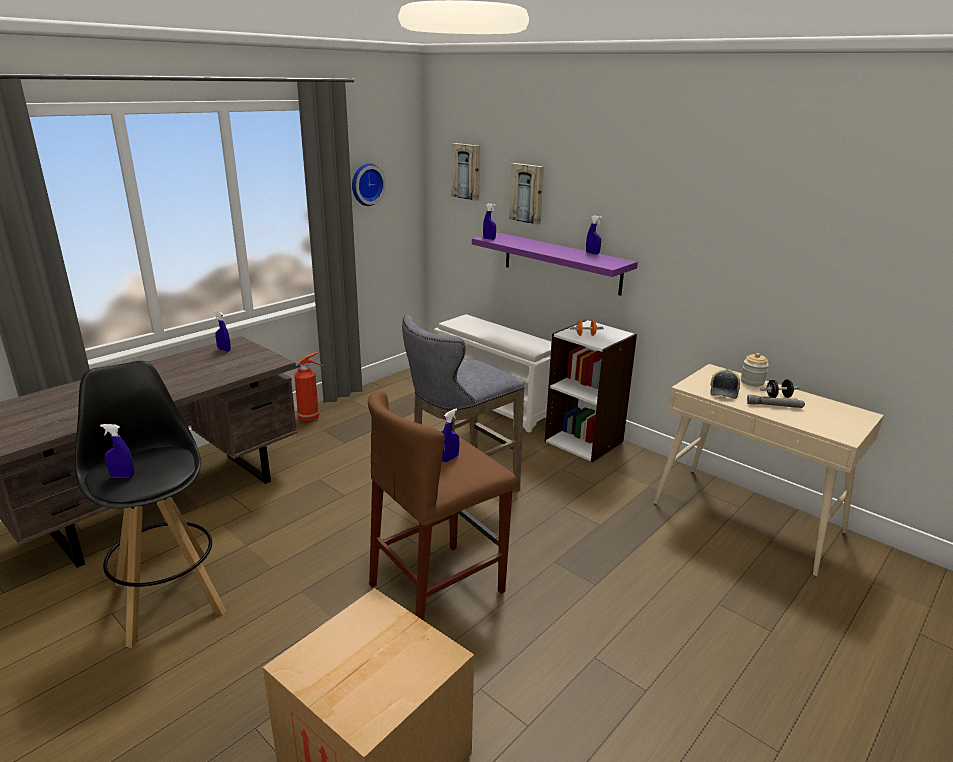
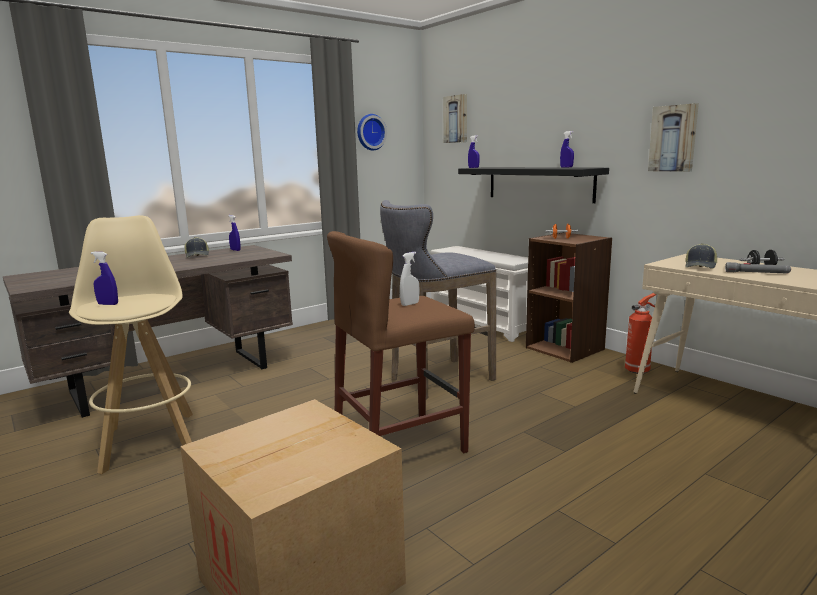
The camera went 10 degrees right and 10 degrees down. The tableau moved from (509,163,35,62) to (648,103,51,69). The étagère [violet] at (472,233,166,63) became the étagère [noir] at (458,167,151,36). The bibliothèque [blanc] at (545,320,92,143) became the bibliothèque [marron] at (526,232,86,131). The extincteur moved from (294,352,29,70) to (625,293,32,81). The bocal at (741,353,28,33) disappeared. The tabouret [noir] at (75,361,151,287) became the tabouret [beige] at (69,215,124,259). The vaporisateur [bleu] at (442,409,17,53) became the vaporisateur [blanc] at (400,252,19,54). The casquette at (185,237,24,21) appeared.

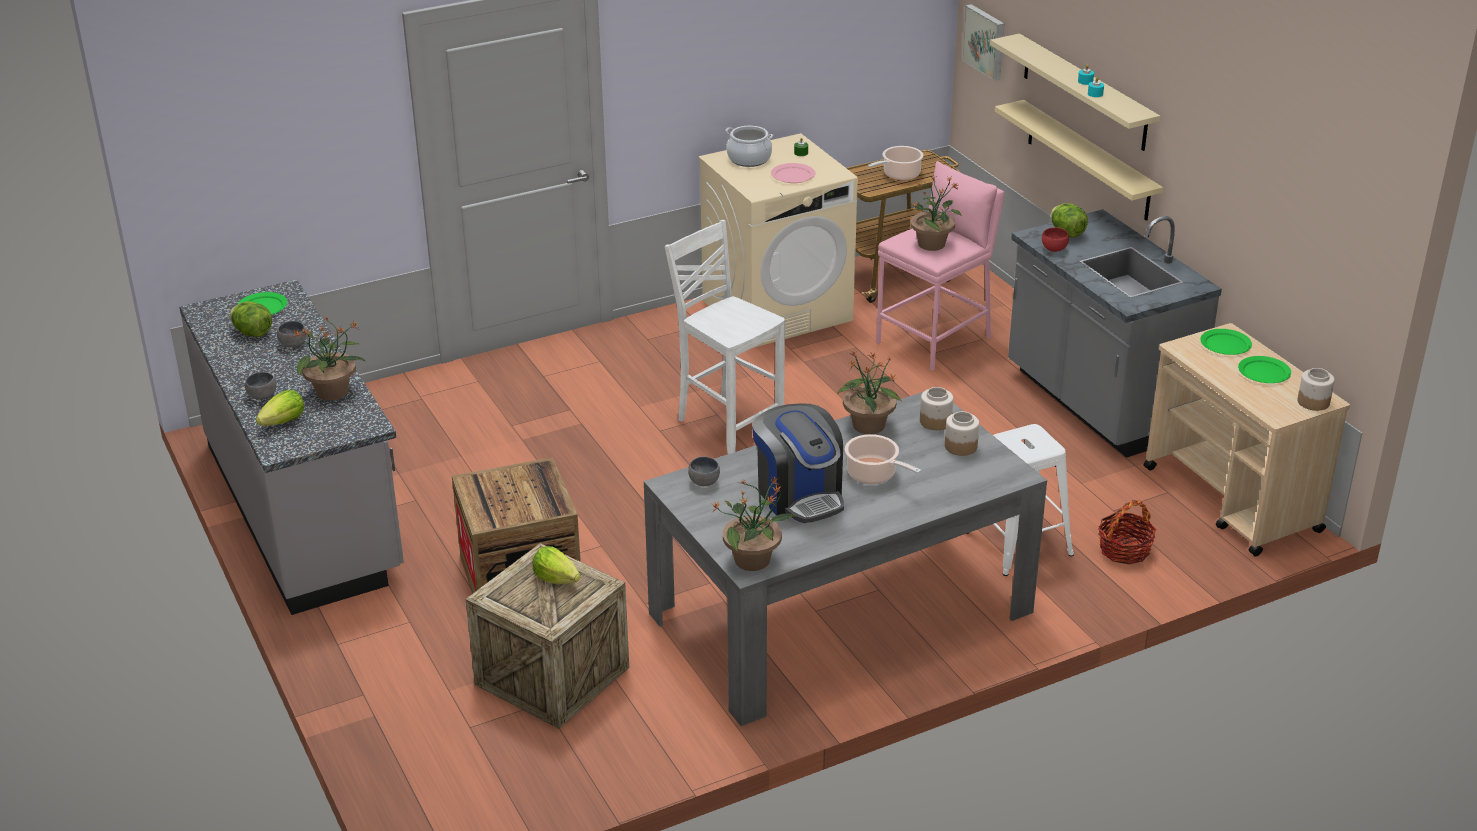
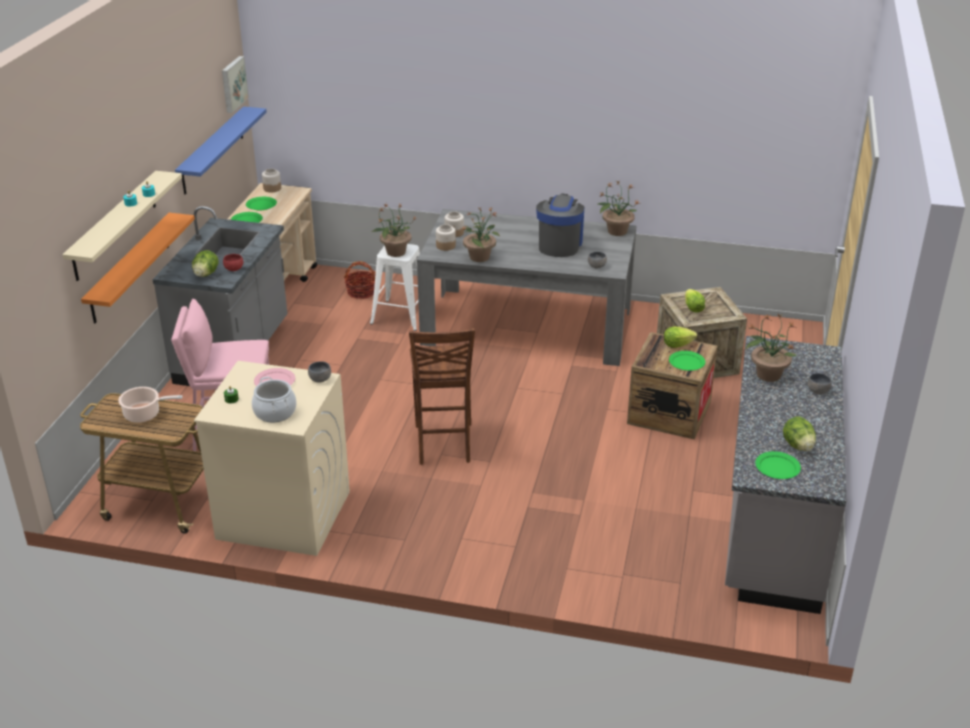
The camera went 140 degrees left and 0 degrees up. The tableau moved from (962,4,43,77) to (222,56,27,57). The étagère [beige] at (995,100,168,121) became the étagère [orange] at (81,213,114,111). The plante en pot moved from (910,177,52,74) to (371,203,44,54). The chaise [blanc] at (665,220,120,234) became the chaise [marron] at (409,328,66,137). The bol [gris] moved from (277,321,29,26) to (308,361,23,22). The laitue moved from (256,390,48,36) to (664,327,33,21). The marmite at (845,434,76,50) disappeared. The étagère [bleu] at (175,106,92,88) appeared. The assiette [vert] at (669,351,36,20) appeared.

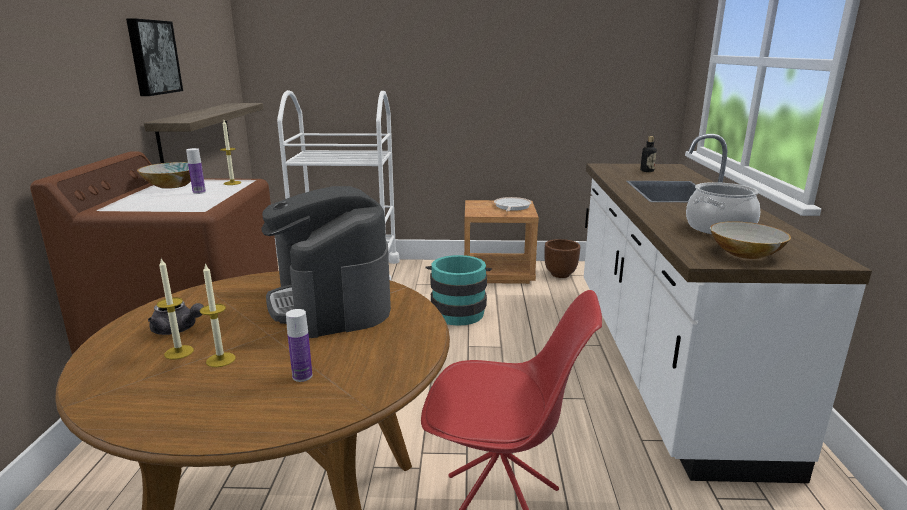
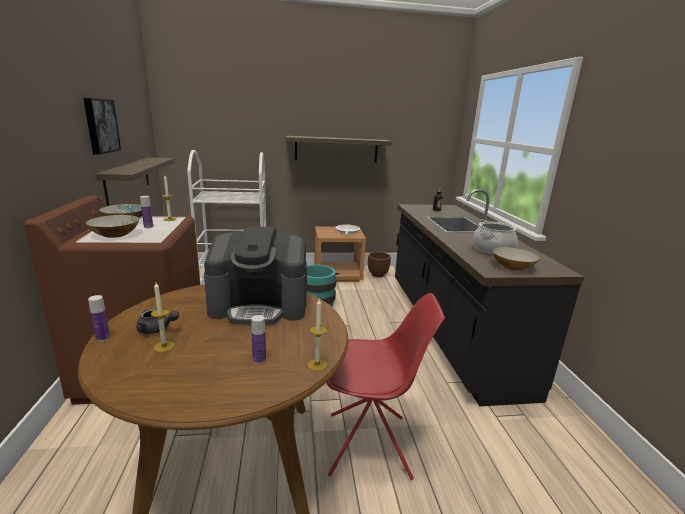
The camera went 10 degrees left and 0 degrees up. The comptoir de cuisine [blanc] at (584,134,288,349) became the comptoir de cuisine [noir] at (395,189,189,217). The machine à café at (262,186,129,152) turned 60 degrees counterclockwise. The bougie moved from (200,263,36,104) to (308,299,19,72). The étagère at (286,136,106,27) appeared. The bol at (85,215,54,23) appeared. The bouteille at (88,295,22,46) appeared.

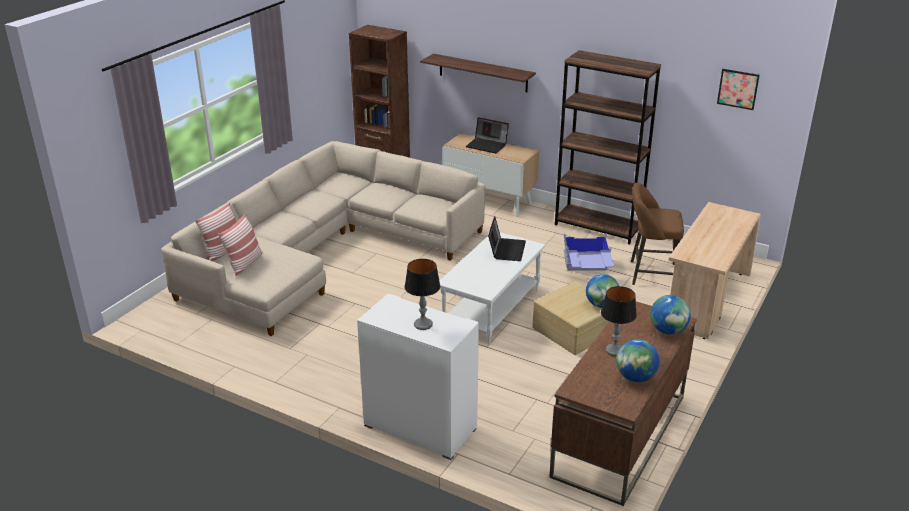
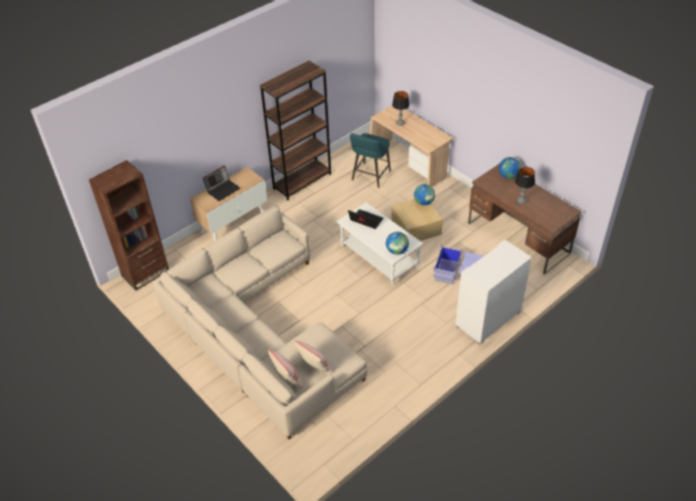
The camera went 70 degrees left and 15 degrees up. The étagère at (420,54,116,38) disappeared. The tableau at (717,69,43,41) disappeared. The tabouret [marron] at (631,183,53,102) became the tabouret [turquoise] at (350,133,41,55). The boîte de rangement [bleu] moved from (564,233,50,38) to (433,244,50,40). The lampe de table moved from (405,259,35,71) to (392,91,18,35). The globe moved from (616,339,44,43) to (386,232,23,23).

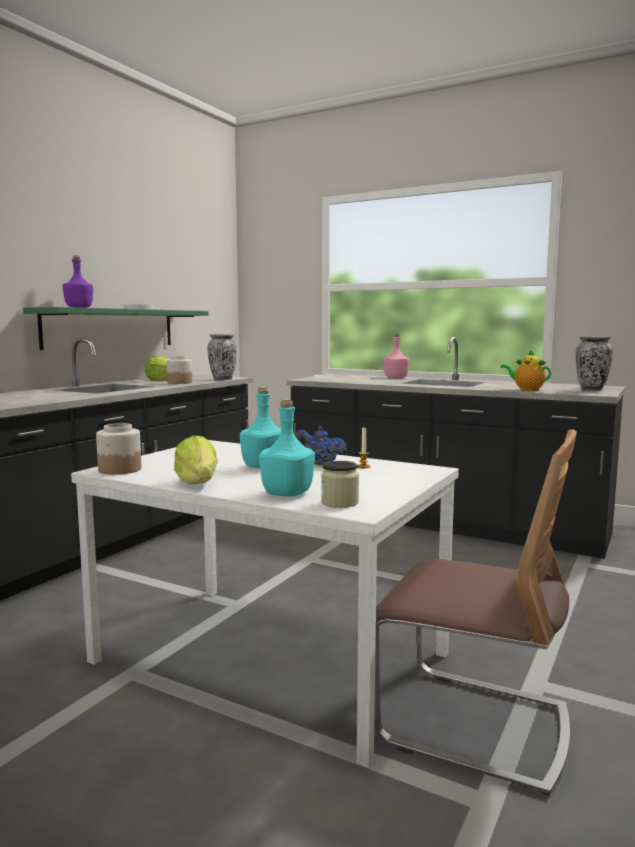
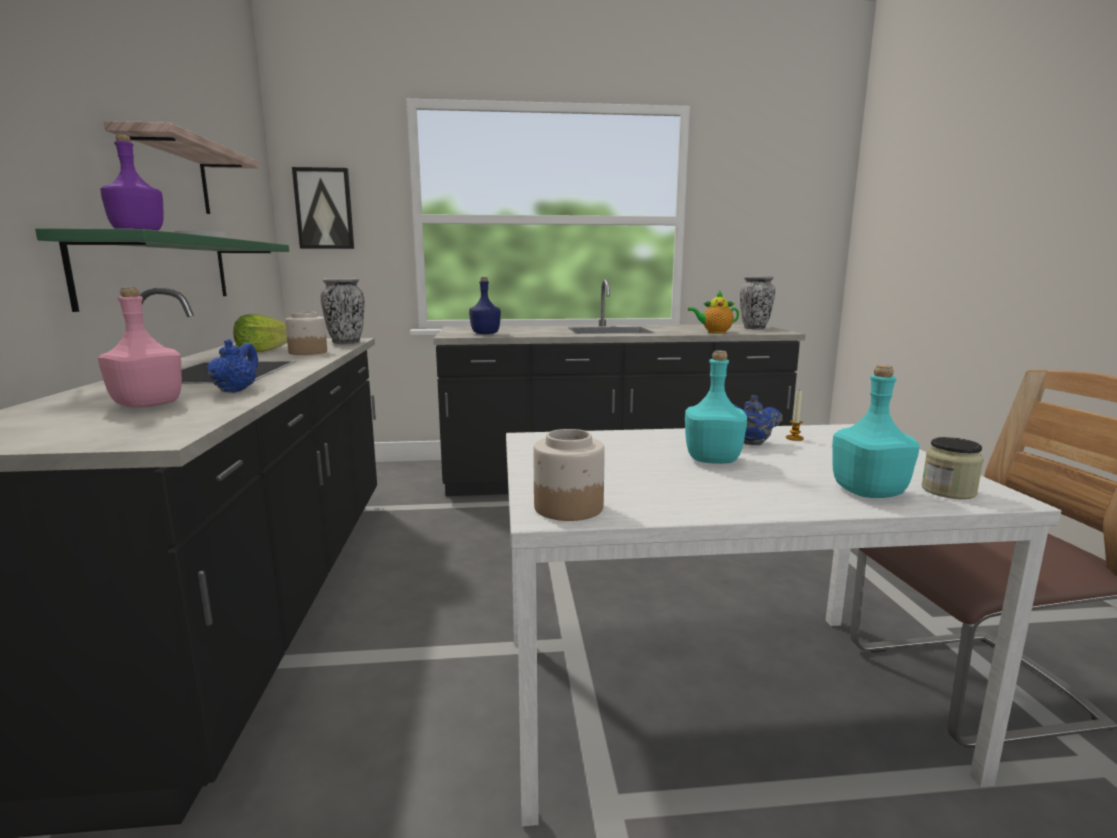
The camera went 35 degrees left and 5 degrees up. The bouteille [rose] moved from (383,334,26,44) to (98,287,84,121). The laitue at (174,435,44,49) disappeared. The étagère at (104,121,155,93) appeared. The tableau at (292,167,62,82) appeared. The bouteille [bleu] at (469,277,32,57) appeared. The théière [bleu] at (207,339,51,54) appeared.

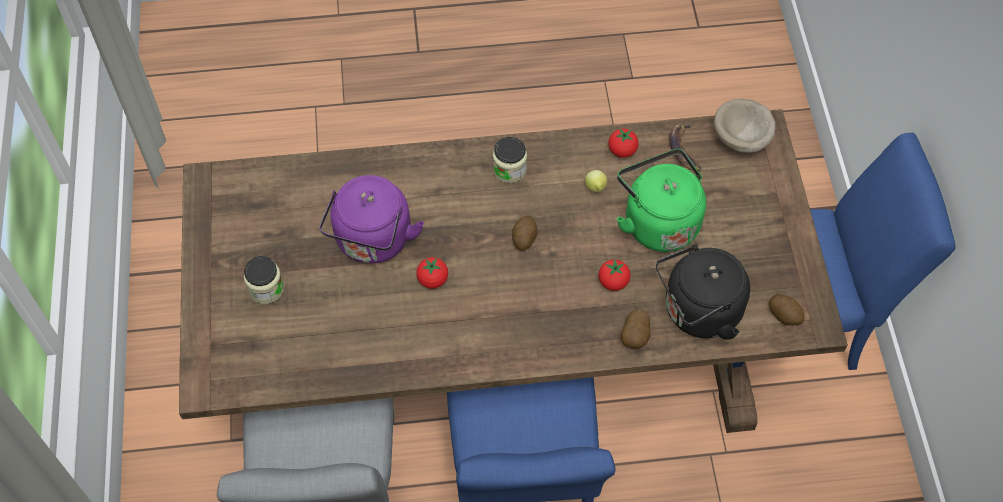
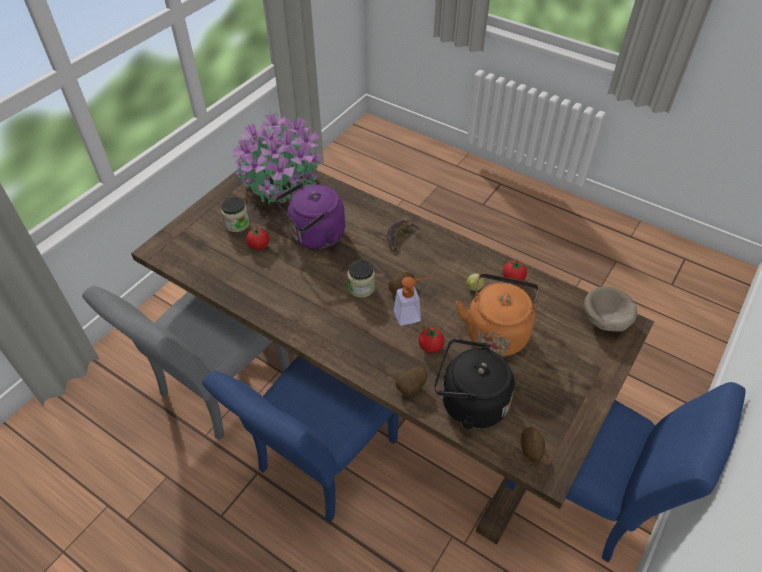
The camera went 40 degrees right and 10 degrees down. The banane moved from (669,124,33,47) to (387,219,34,32). The bocal moved from (493,137,34,46) to (347,260,28,38). The bouilloire [vert] at (617,149,89,103) became the bouilloire [orange] at (456,273,84,83). The tomate moved from (416,257,32,32) to (246,227,23,23). The plante en pot at (234,112,89,92) appeared. The distributeur de savon at (394,277,37,48) appeared.

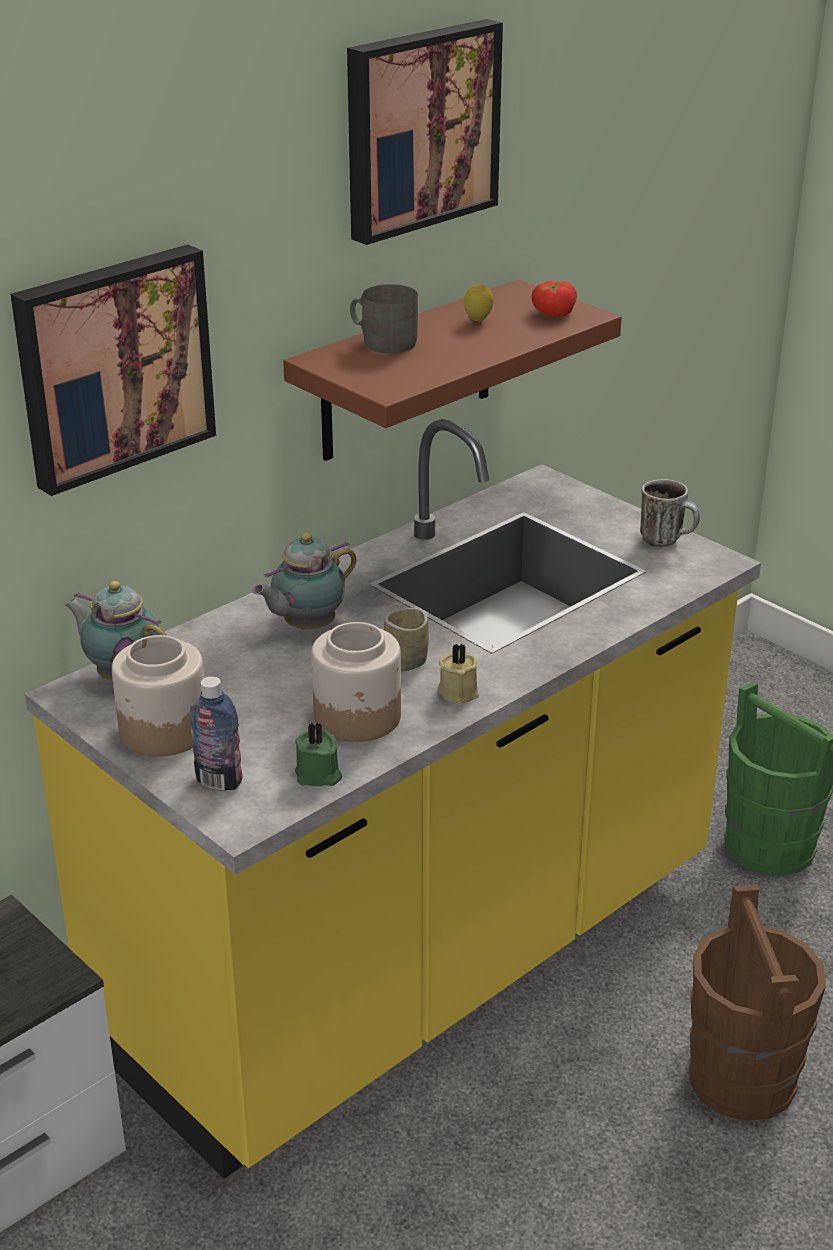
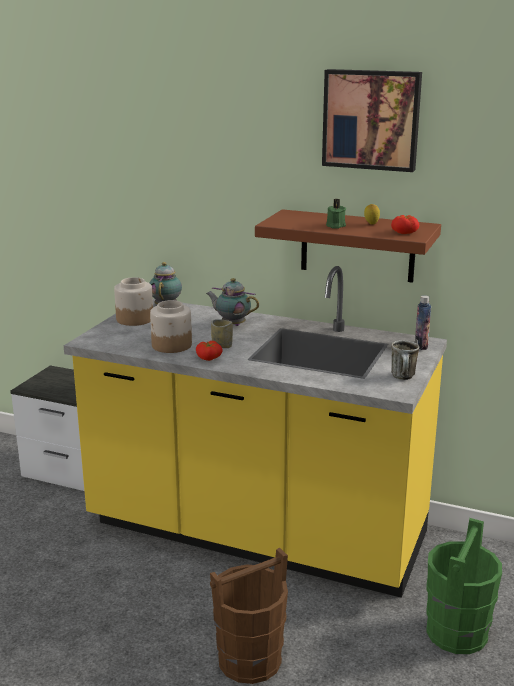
The camera went 65 degrees right and 10 degrees down. The tableau at (11,244,205,252) disappeared. The mug [gris] at (350,284,68,70) disappeared. The bougie [beige] at (438,644,41,60) was replaced by the tomate at (196,341,27,20). The bouteille moved from (190,676,52,115) to (415,295,16,55). The bougie [vert] moved from (295,723,47,63) to (326,199,20,30).

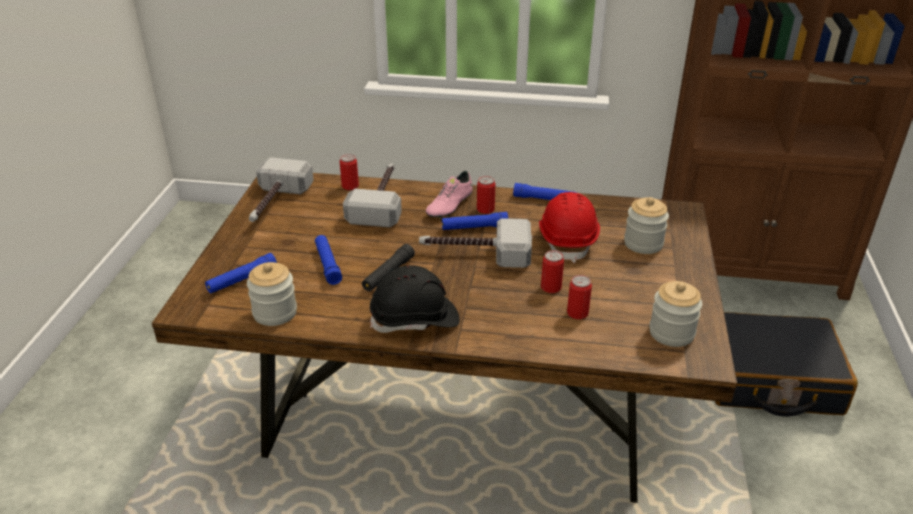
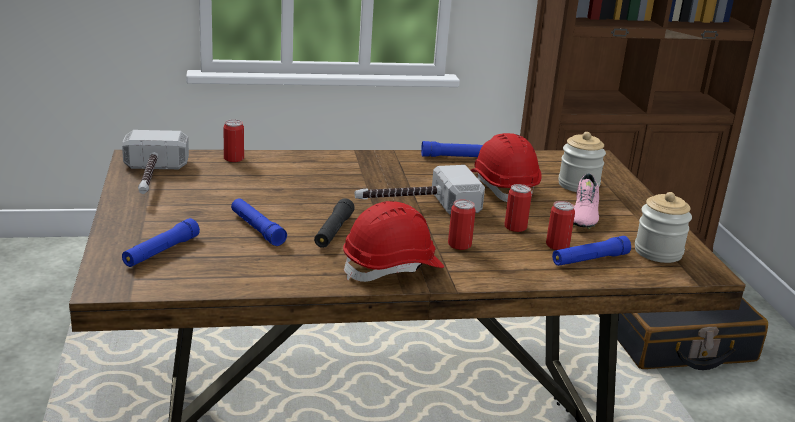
The camera went 20 degrees left and 10 degrees down. The marteau at (343,163,59,65) disappeared. The chaussure [rose] moved from (426,171,47,47) to (573,173,26,56). The boîte métallique moved from (477,176,18,38) to (448,200,28,50). The lampe de poche [bleu] moved from (442,212,66,18) to (552,236,79,30). The bocal at (247,262,50,64) disappeared. The casque de chantier [noir] at (370,265,89,68) became the casque de chantier [rouge] at (343,201,101,81).

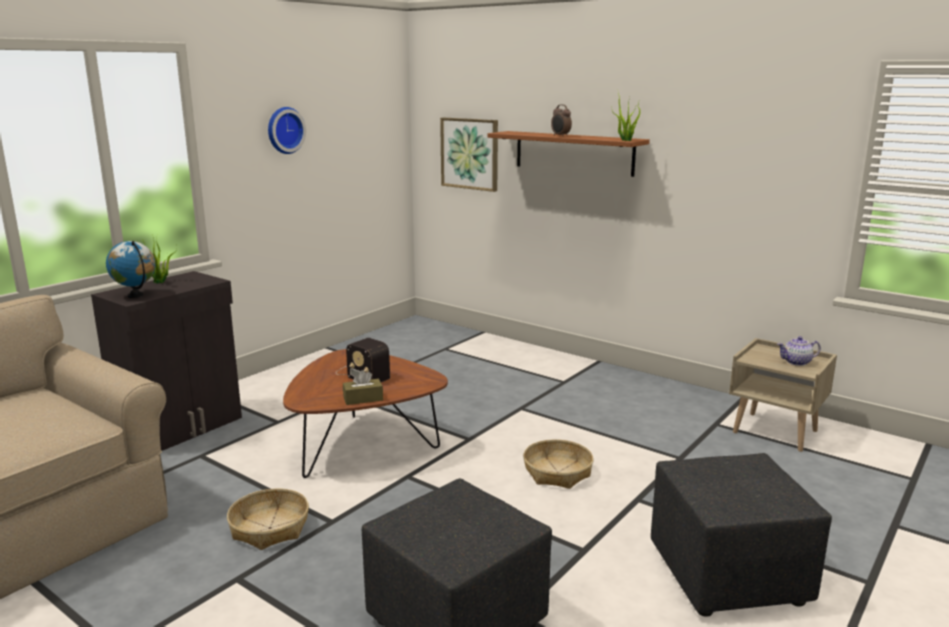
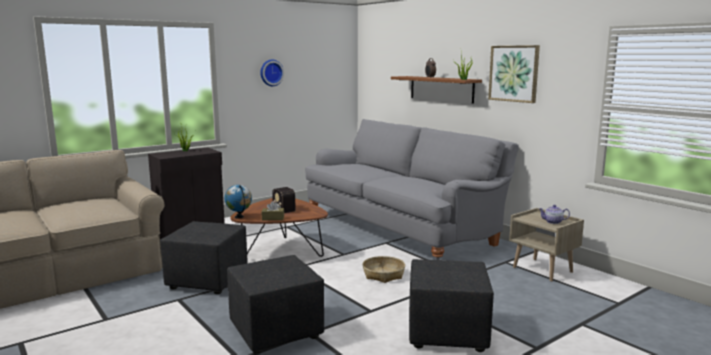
The camera went 15 degrees right and 5 degrees down. The tableau moved from (440,118,58,74) to (488,45,52,58). The globe moved from (106,241,49,57) to (224,185,28,34). The panier at (227,488,82,62) was replaced by the pouf [noir] at (160,221,88,73). The canapé [gris] at (305,119,214,141) appeared.

